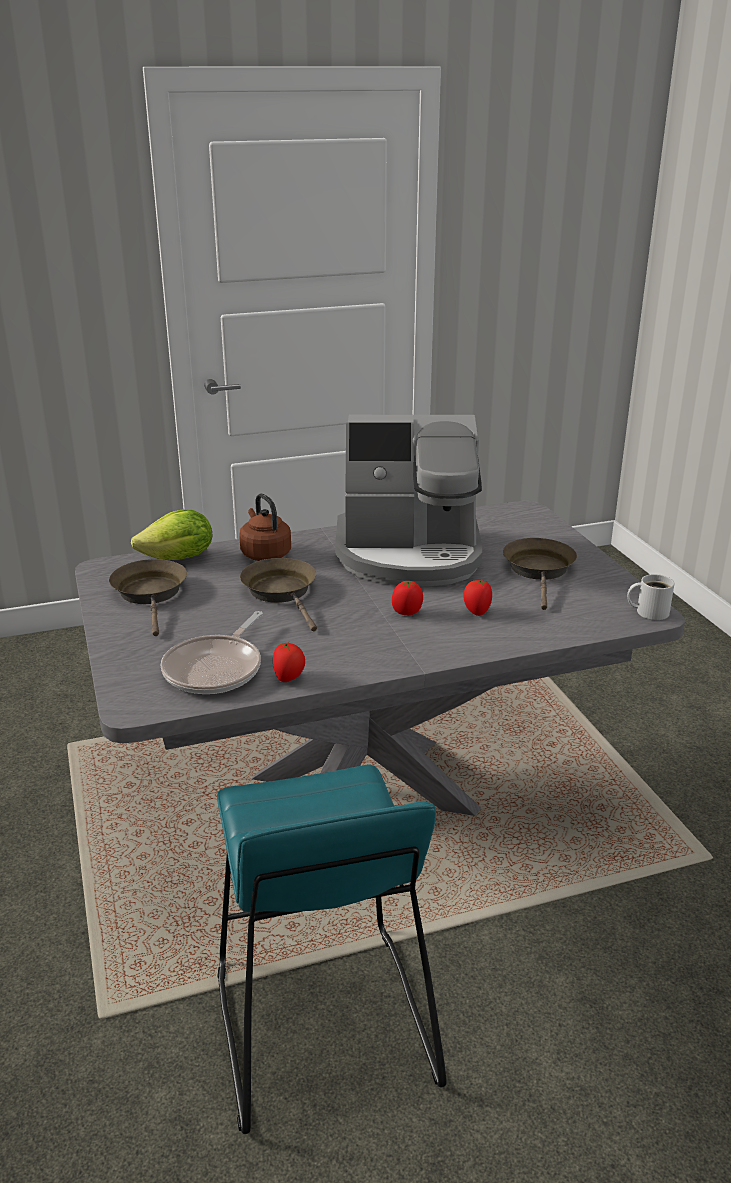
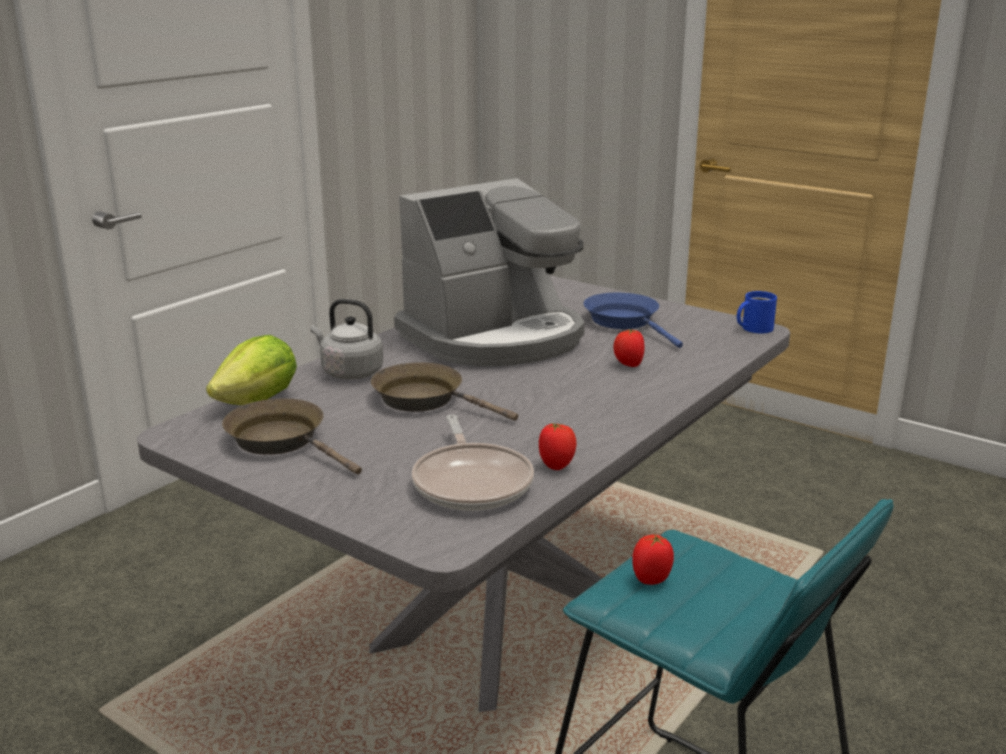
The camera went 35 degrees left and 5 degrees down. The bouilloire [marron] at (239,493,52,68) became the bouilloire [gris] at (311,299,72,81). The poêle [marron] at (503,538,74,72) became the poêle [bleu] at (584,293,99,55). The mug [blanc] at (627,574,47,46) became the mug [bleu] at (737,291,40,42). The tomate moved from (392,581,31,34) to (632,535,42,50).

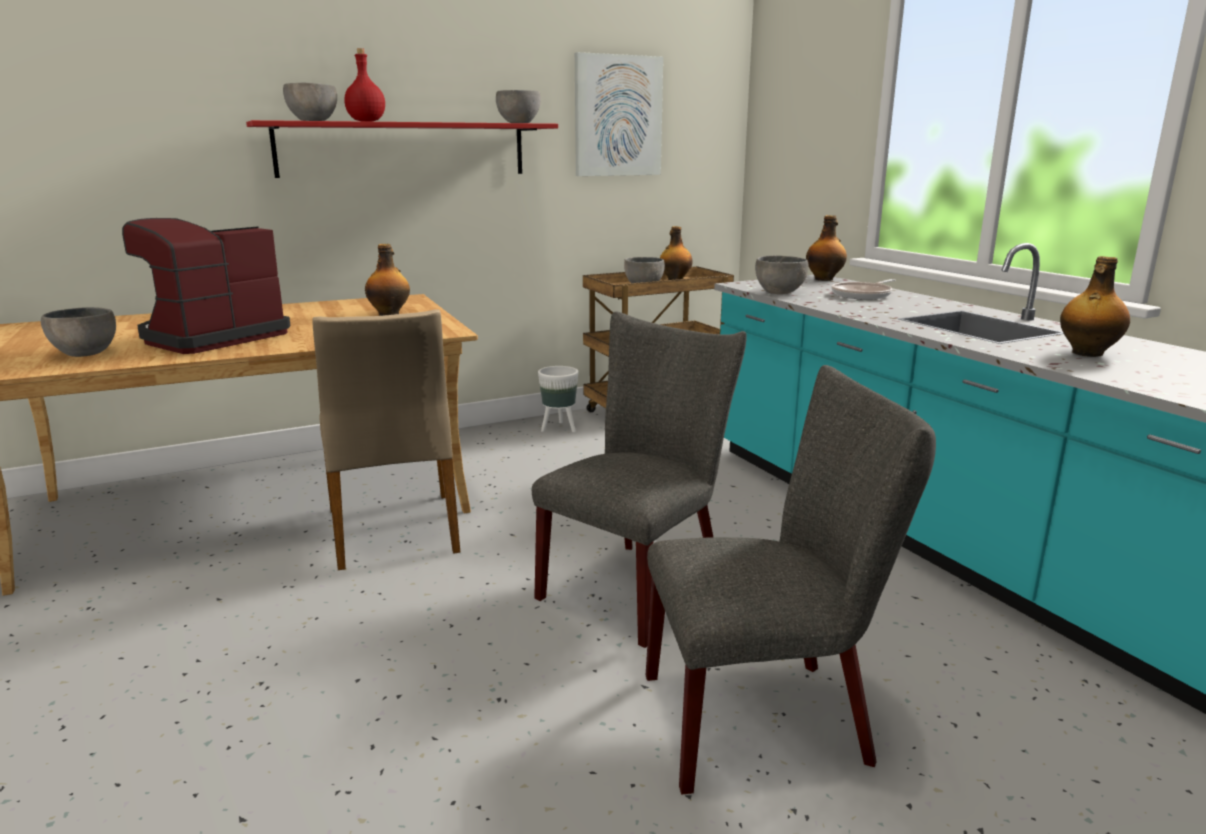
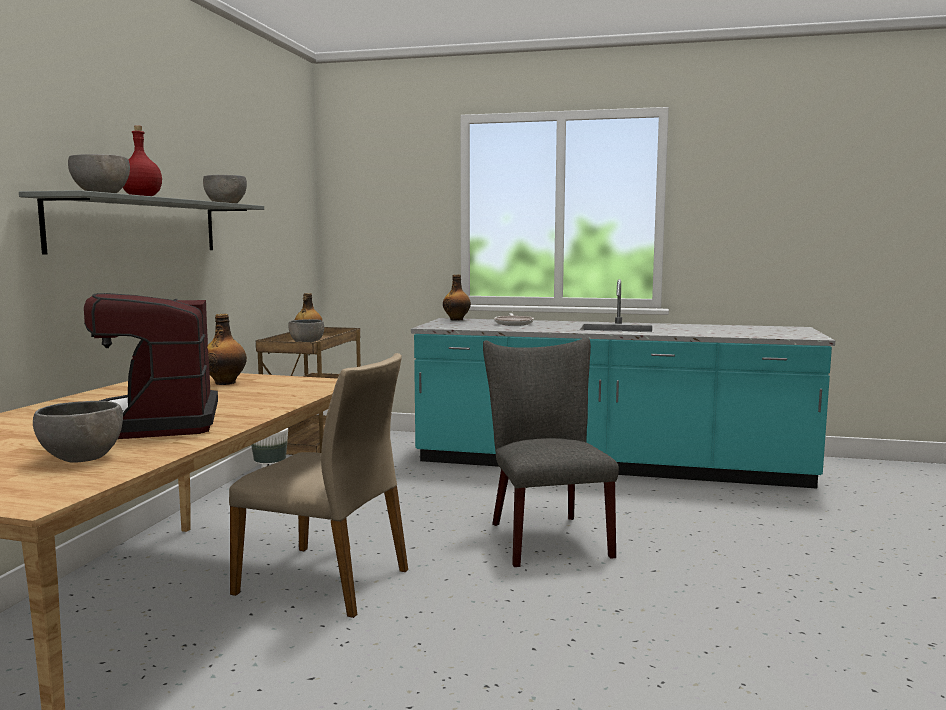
The camera went 50 degrees left and 10 degrees down. The tableau at (575,52,88,124) disappeared. The étagère [rouge] at (246,120,312,58) became the étagère [gris] at (19,190,245,65). The bol [gris] at (755,256,54,38) disappeared. The bouteille at (1060,256,70,101) disappeared. The chaise [gris] at (646,365,290,429) disappeared.

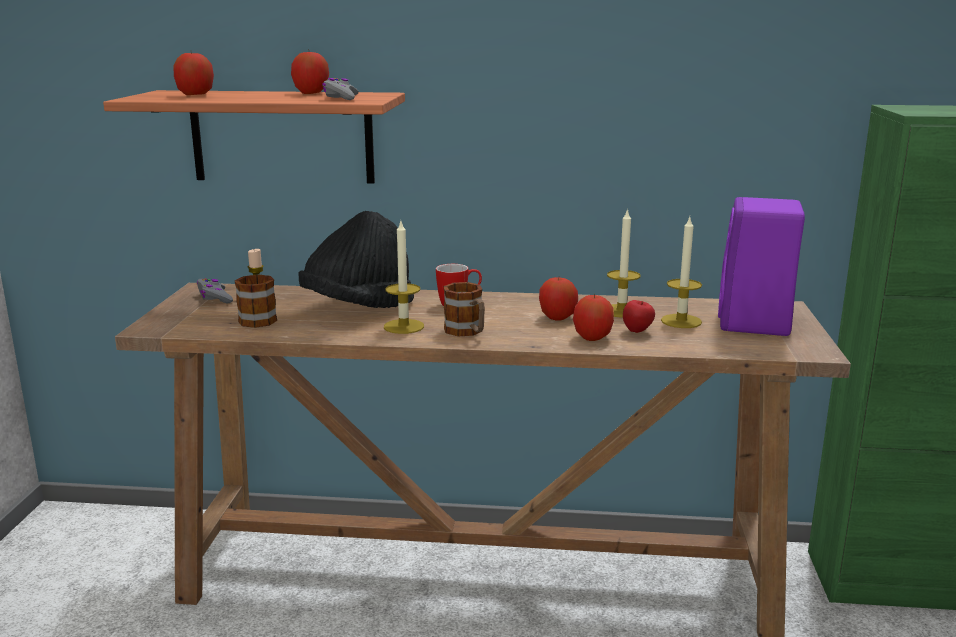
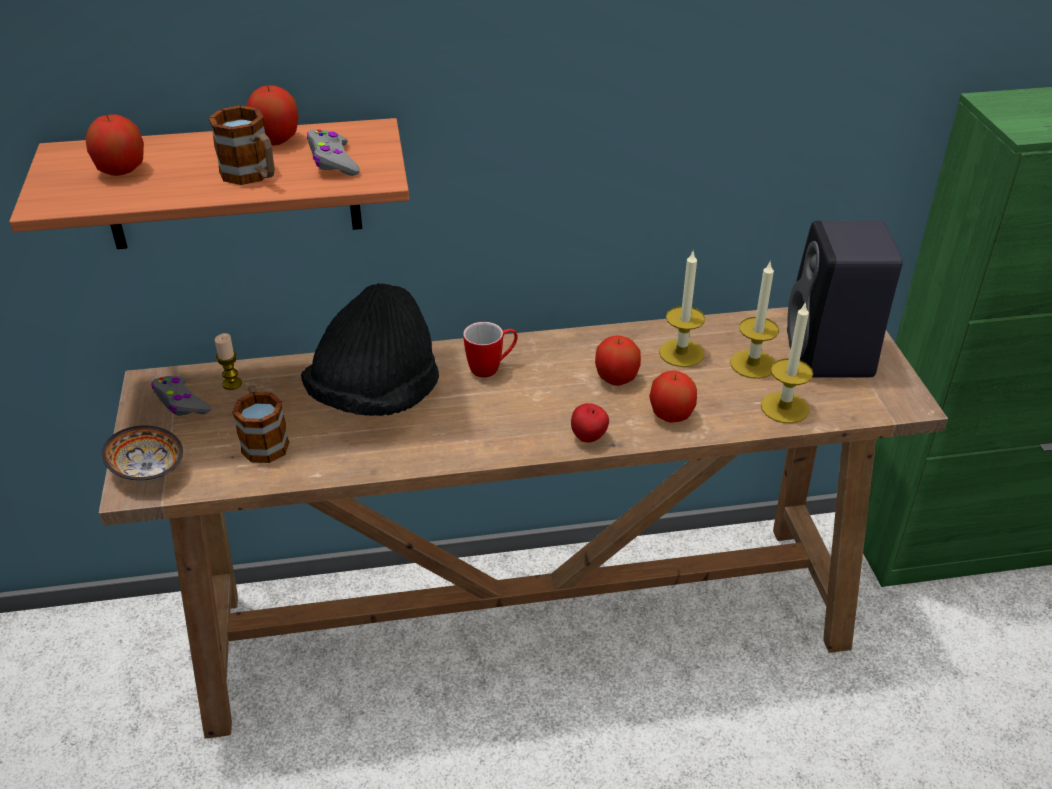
The camera went 15 degrees left and 20 degrees up. The enceinte [violet] at (718,197,87,139) became the enceinte [noir] at (787,220,116,158). The bougie moved from (384,221,40,113) to (761,301,52,123). The mug moved from (443,282,42,54) to (208,105,67,80). The pomme moved from (623,300,32,33) to (571,403,38,40). The bol at (102,426,81,55) appeared.

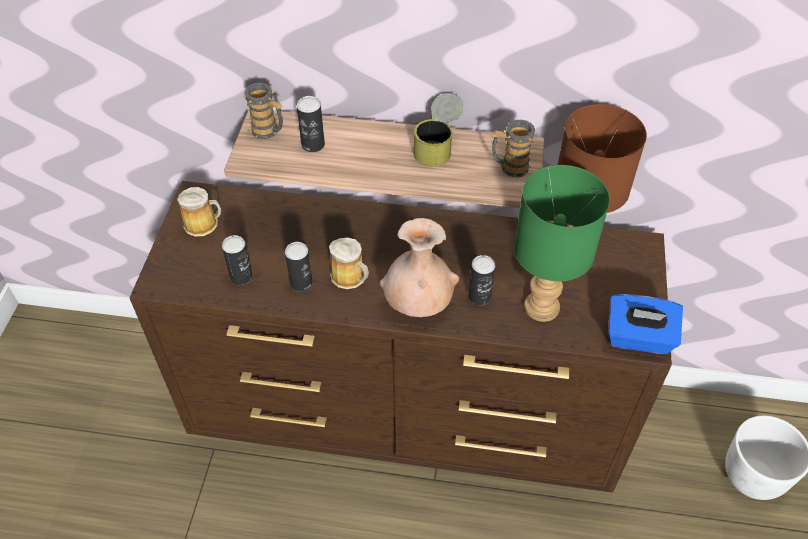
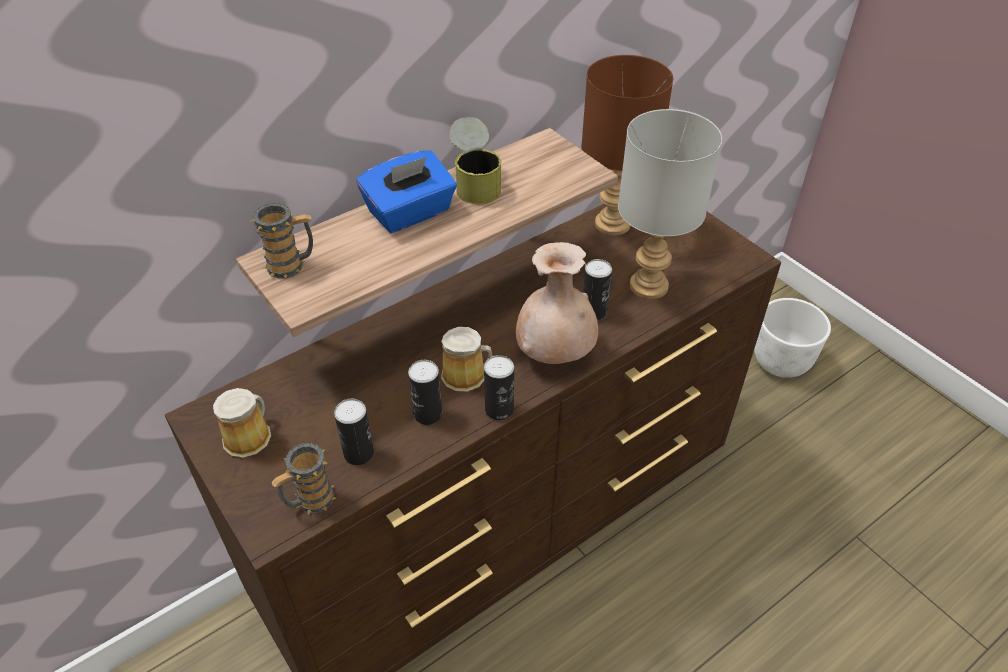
The camera went 45 degrees left and 5 degrees down. The boîte métallique moved from (297,96,28,56) to (484,355,30,65). The mug moved from (491,120,46,57) to (272,443,65,71). The lampe de table [vert] at (514,165,96,157) became the lampe de table [gris] at (618,109,104,190). The boîte à mouchoirs [bleu] moved from (608,294,75,60) to (357,151,100,82).

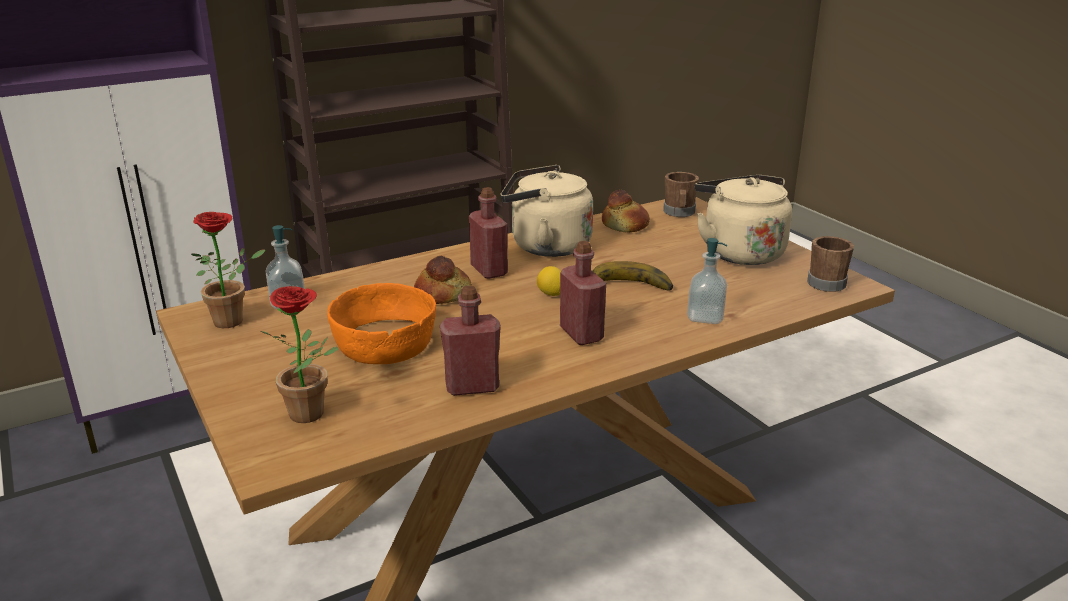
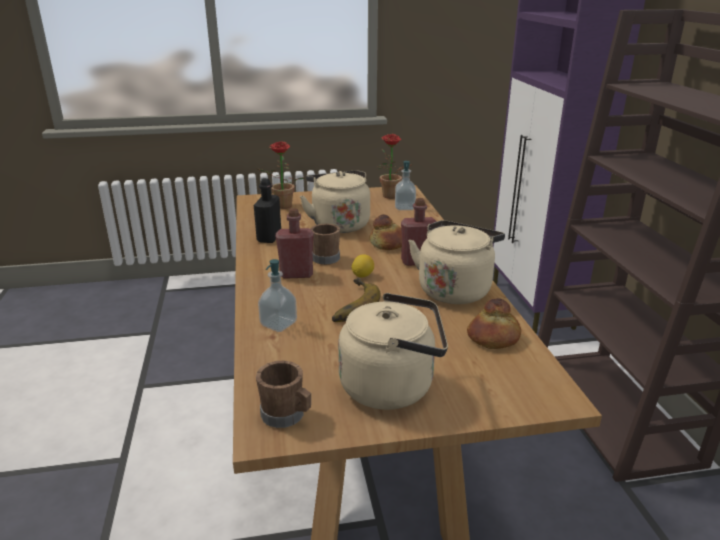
The camera went 110 degrees right and 0 degrees up. The mug [marron] moved from (663,172,36,45) to (311,224,29,41). The bol [orange] at (327,283,109,81) was replaced by the bouilloire [beige] at (300,170,70,63). The bouteille [rouge] at (440,286,61,110) became the bouteille [noir] at (254,178,27,65).

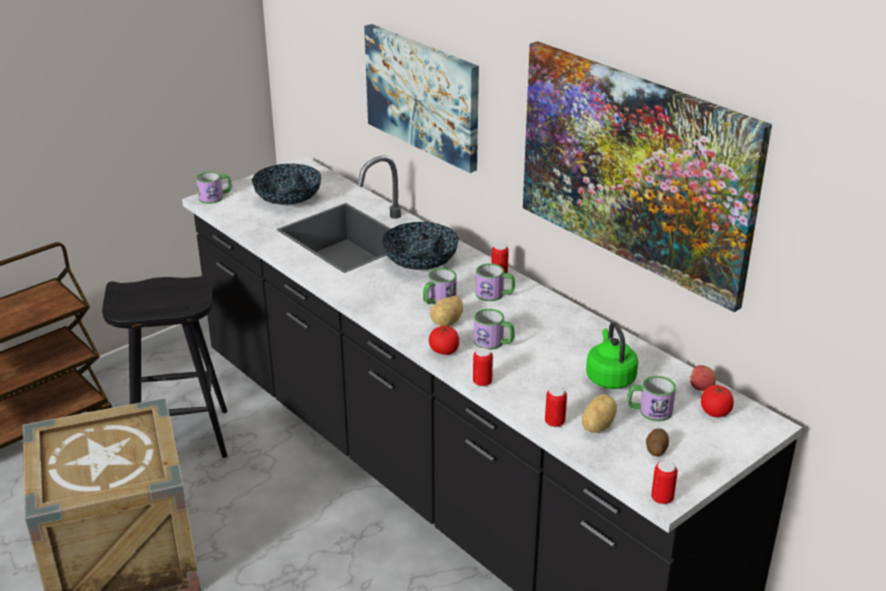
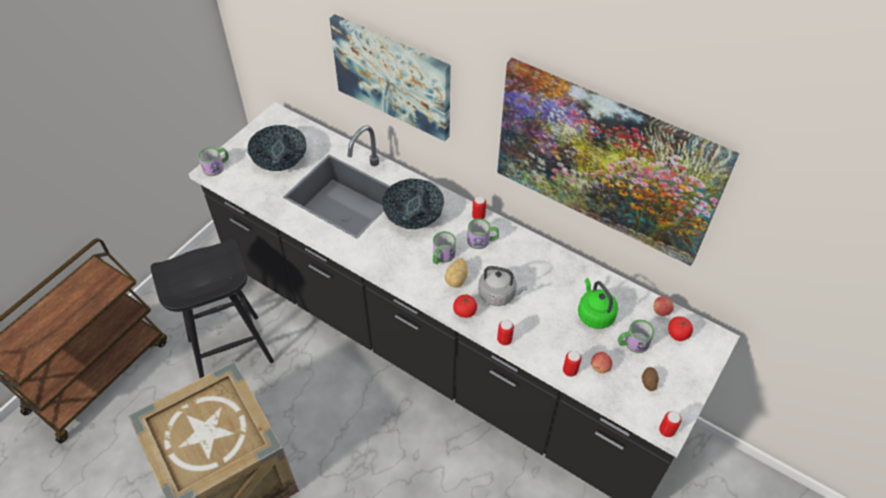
The camera went 15 degrees left and 20 degrees up. The mug at (474,309,41,41) was replaced by the bouilloire [gris] at (478,266,49,40). The pomme de terre at (582,394,35,39) was replaced by the pomme at (591,352,22,21).

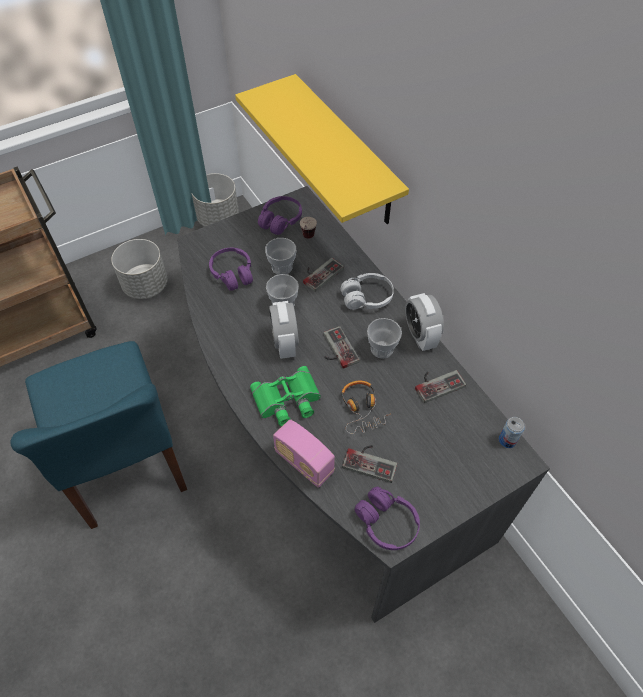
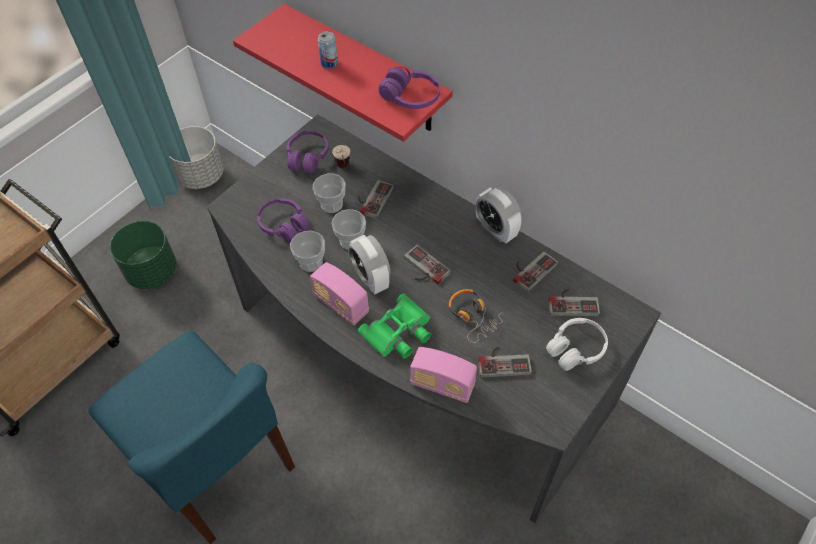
The camera went 20 degrees left and 0 degrees up. The étagère [jaune] at (235,74,174,150) became the étagère [rouge] at (233,4,220,138). The cache-pot [gris] at (111,239,56,60) became the cache-pot [vert] at (110,221,67,68). The casque audio [blanc] moved from (341,273,53,37) to (546,318,62,53). The tasse moved from (367,318,35,40) to (290,231,35,41). The boîte métallique moved from (499,417,26,31) to (318,31,20,38). The casque audio [violet] moved from (354,487,66,63) to (379,67,61,42). The radio at (310,262,59,64) appeared. The manette at (548,289,52,27) appeared.

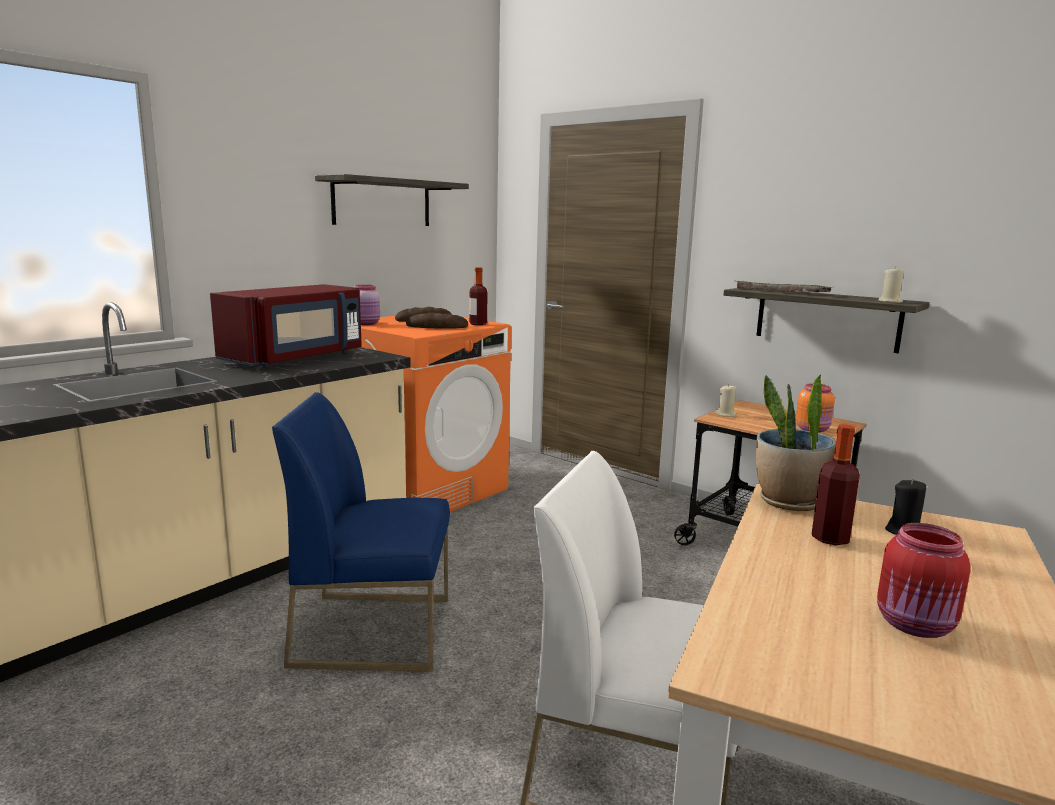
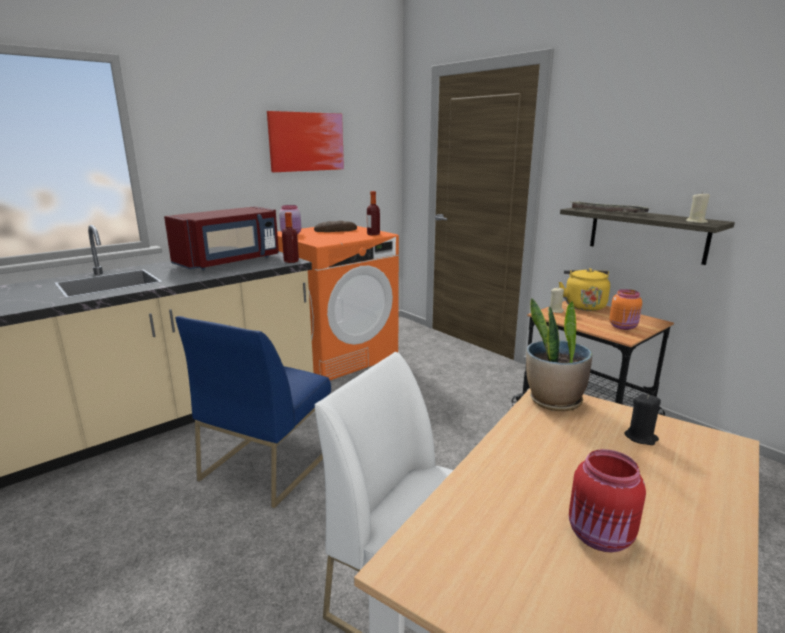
The camera went 10 degrees right and 5 degrees up. The étagère at (315,174,154,52) was replaced by the tableau at (267,111,77,61). The pain at (406,313,62,16) disappeared. The chaise [bleu] at (272,392,178,280) turned 75 degrees counterclockwise. The bouteille moved from (811,424,49,121) to (282,212,17,51). The bouilloire [jaune] at (559,268,51,43) appeared.

